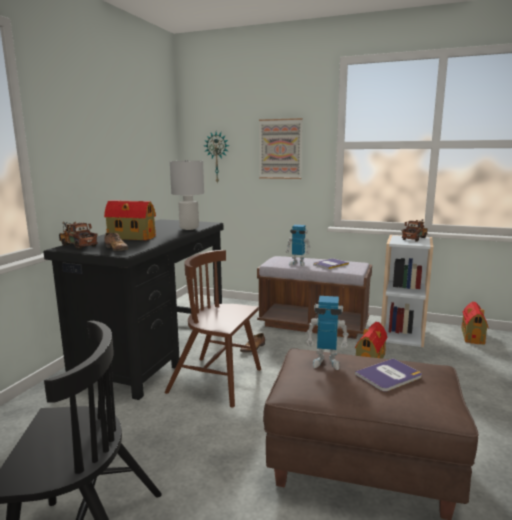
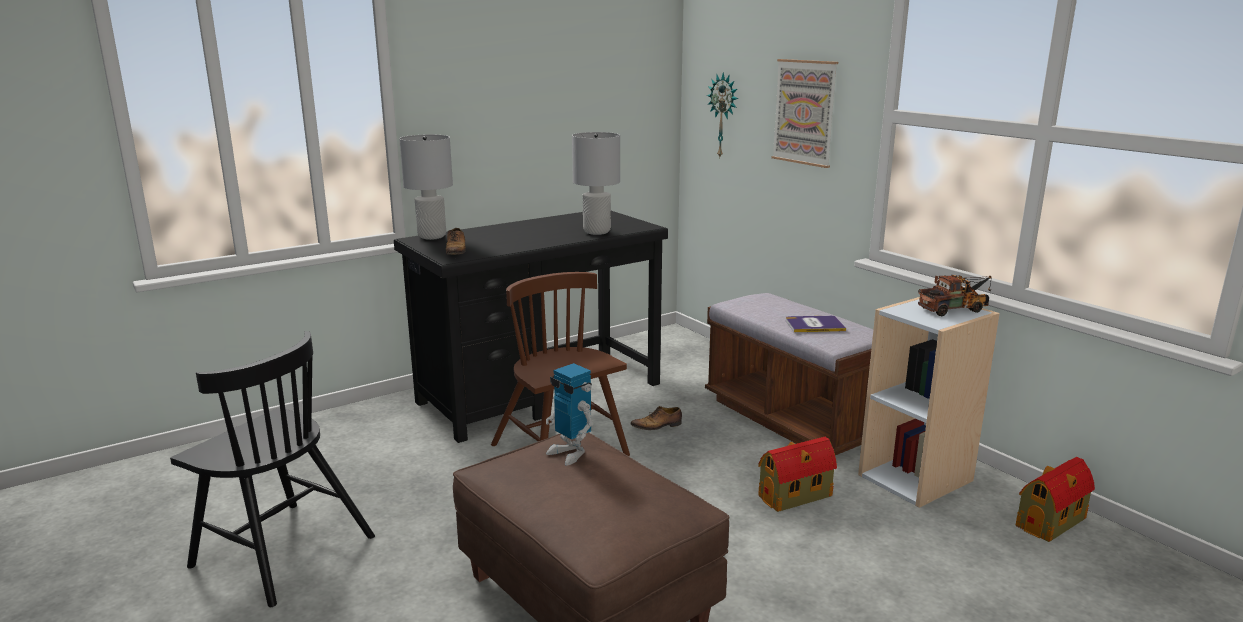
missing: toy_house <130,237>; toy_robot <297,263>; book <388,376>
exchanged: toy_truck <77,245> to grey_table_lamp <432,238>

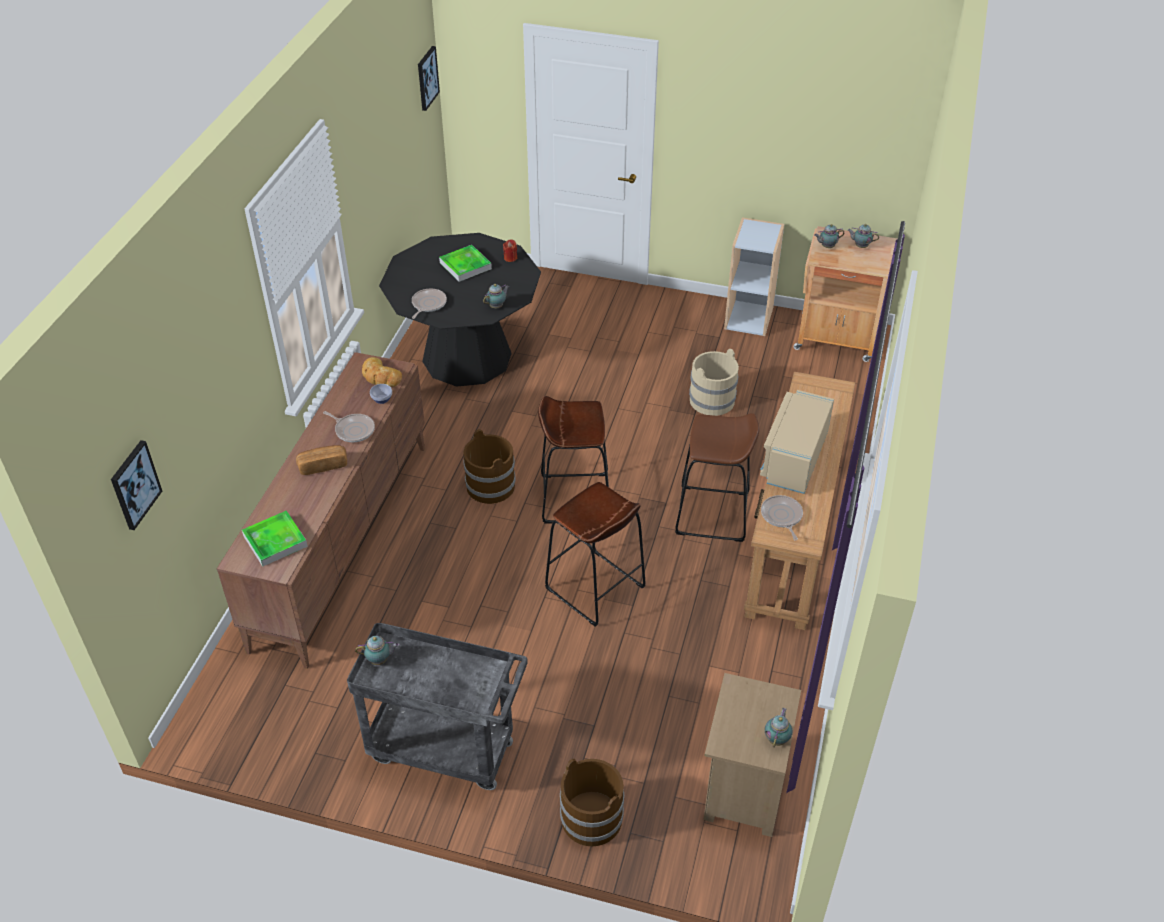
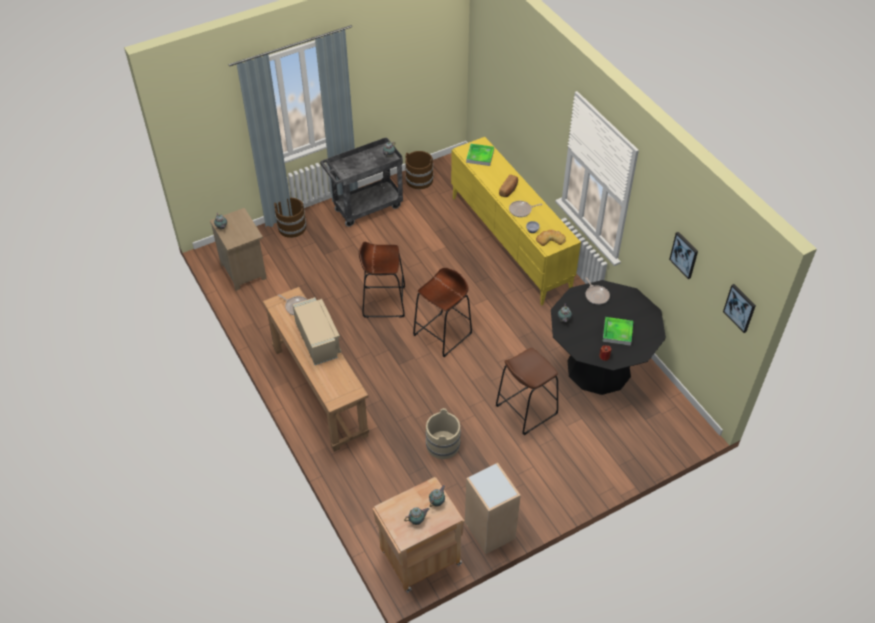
relocated: brown_stool <712,514> to <526,410>; brown_bucket <490,486> to <419,180>; picture <134,484> to <684,255>
colour: brown_cabinet <341,542> to yellow_cabinet <510,243>

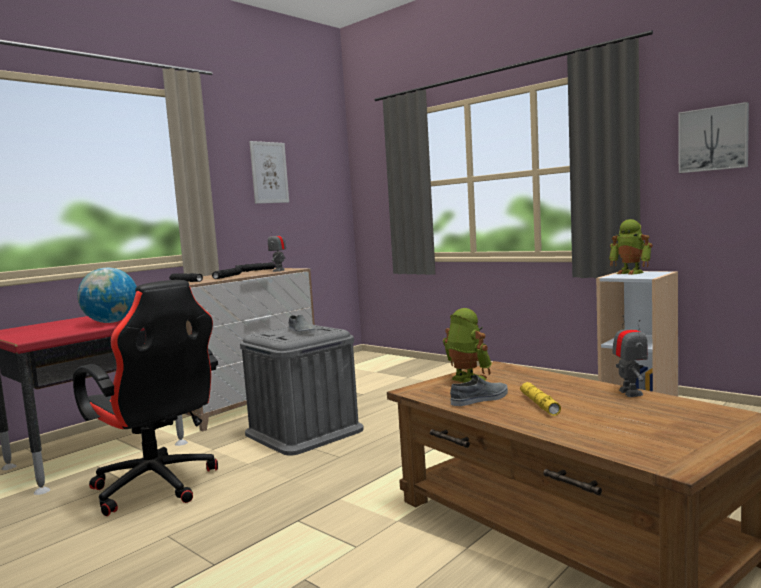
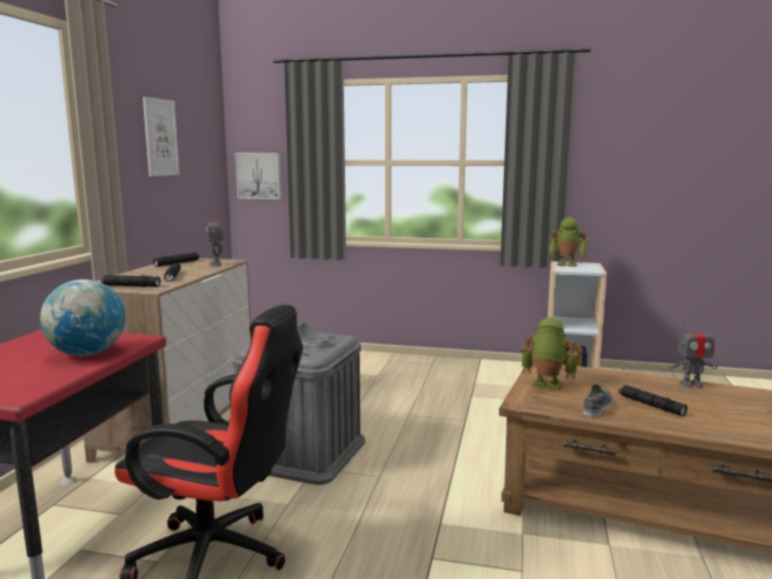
relocated: picture <713,139> to <259,175>
colour: yellow_flashlight <539,404> to black_flashlight <651,405>
spun: toy_robot <630,393> = <691,385> 120 degrees clockwise

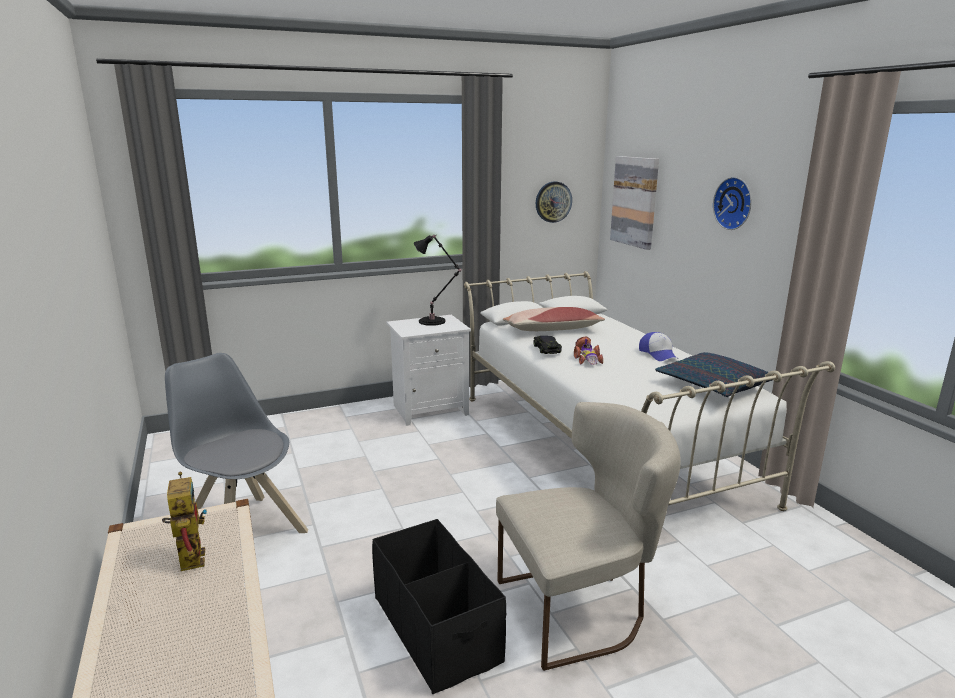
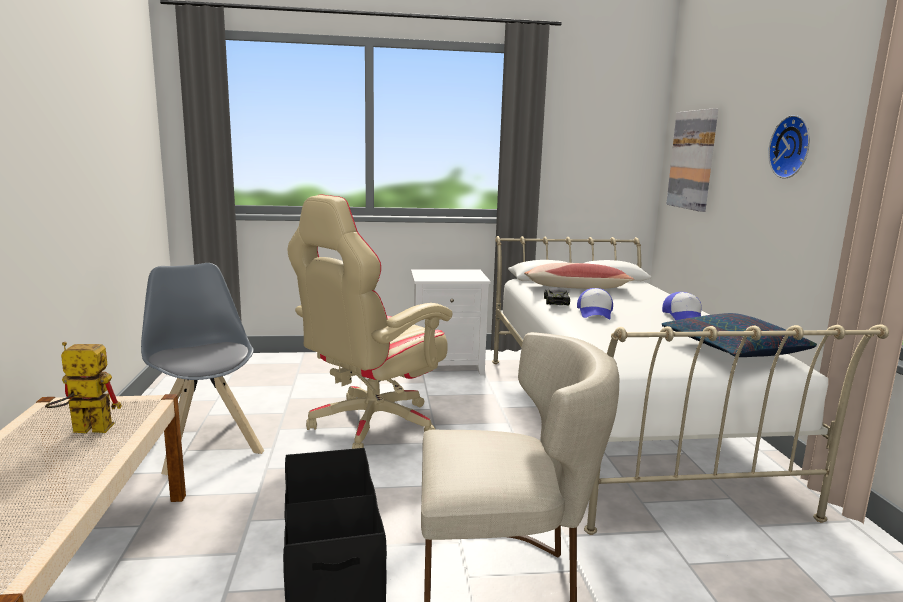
missing: wall_clock <553,202>; black_table_lamp <434,321>
appeared: beige_office_chair <373,423>
exchanged: toy_car <587,359> to cap <595,313>
spun: toy_robot <189,555> = <83,430> 90 degrees counterclockwise

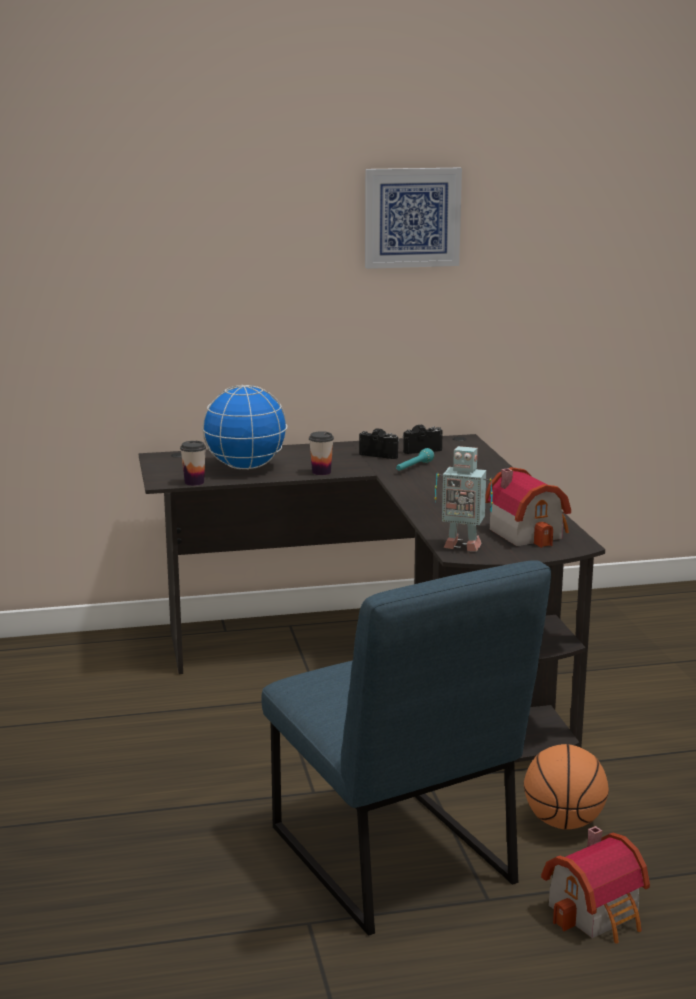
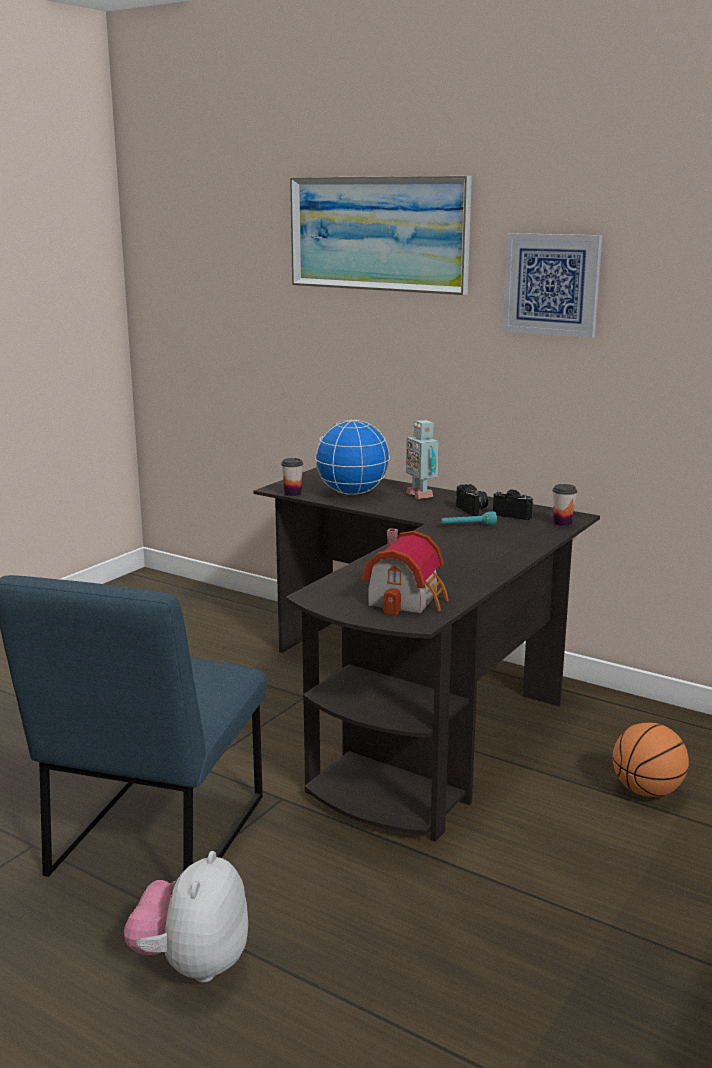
appeared: picture <378,233>
relocated: cup <321,472> to <562,523>; toy_robot <461,545> to <421,495>; basketball <563,822> to <646,791>
exchanged: toy_house <598,913> to plush_toy <193,964>

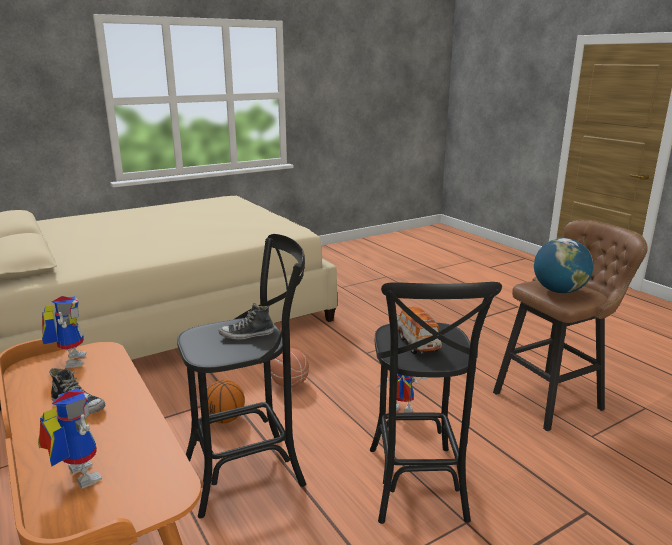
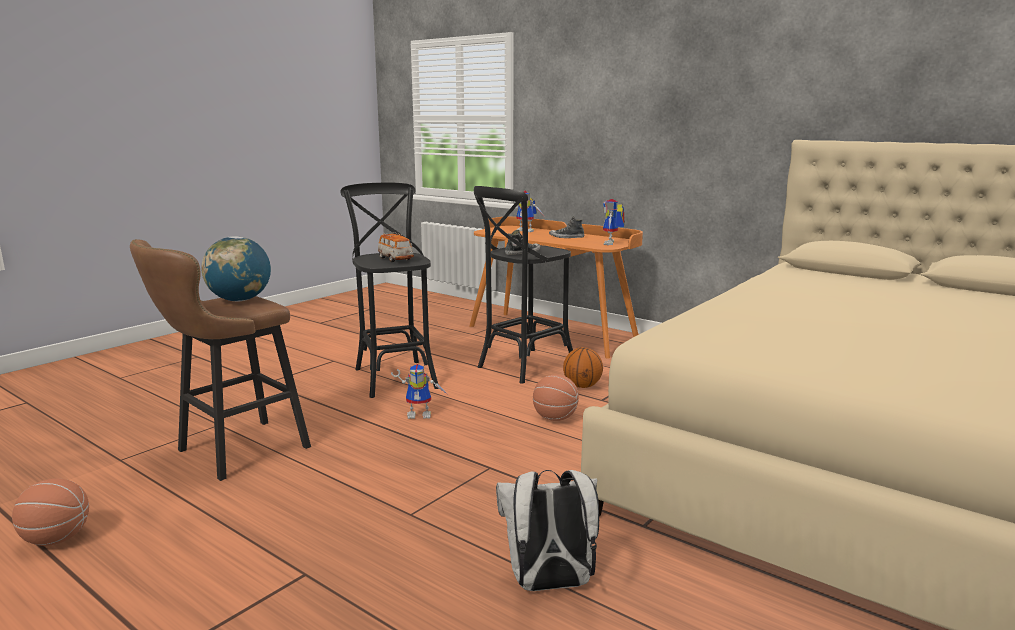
appeared: white_backpack <549,585>; basketball <56,539>
spun: toy_robot <71,360> = <612,244> 45 degrees clockwise

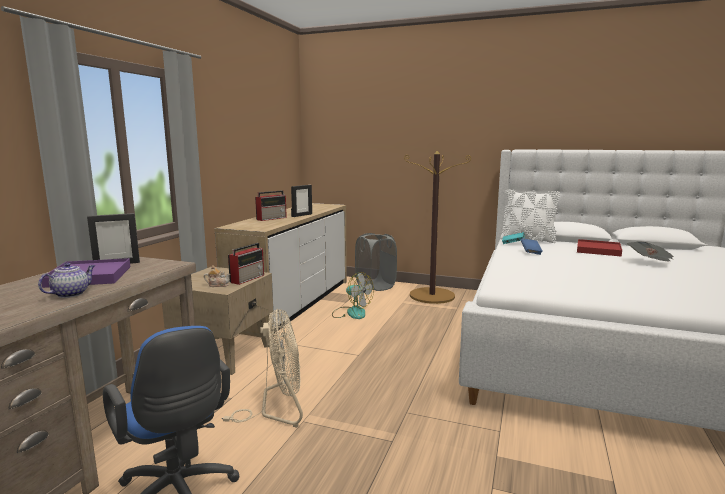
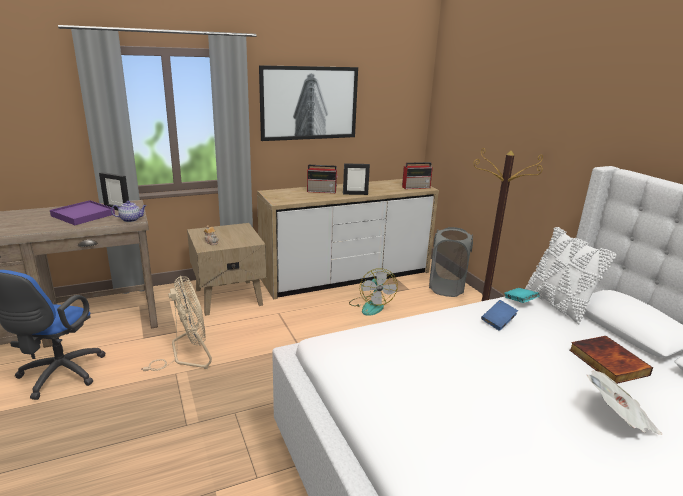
appeared: picture <309,103>
relocated: radio <248,278> to <416,187>; teapot <71,294> to <131,219>
exchanged: red_tray <598,250> to book <606,362>
spun: beige_fan <277,404> = <186,352> 60 degrees counterclockwise

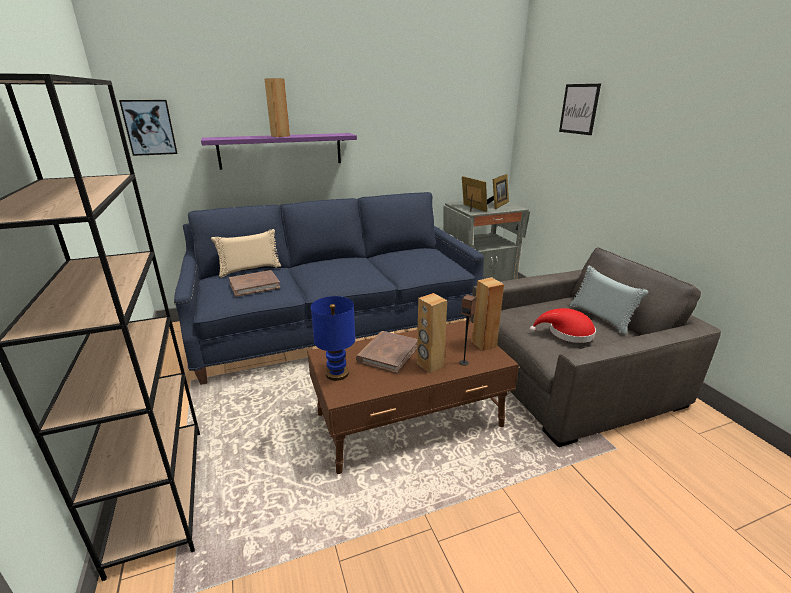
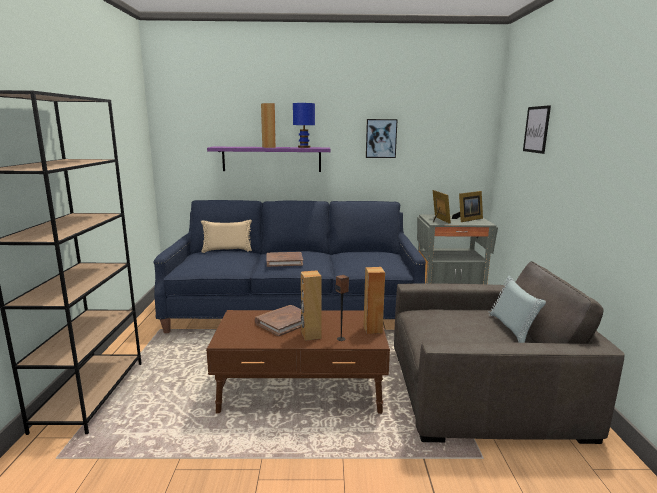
missing: red_hat <567,333>
relocated: picture <149,127> to <381,138>; brown_book <254,285> to <284,261>; blue_table_lamp <336,374> to <303,147>

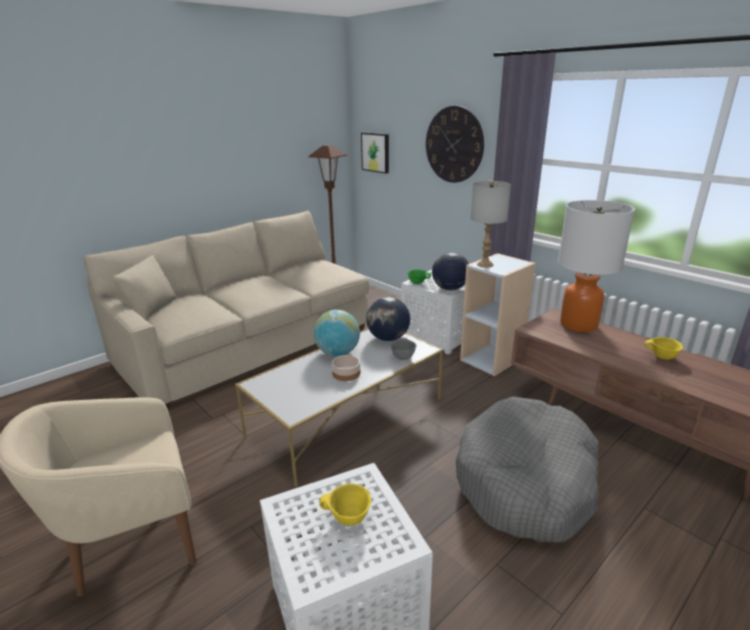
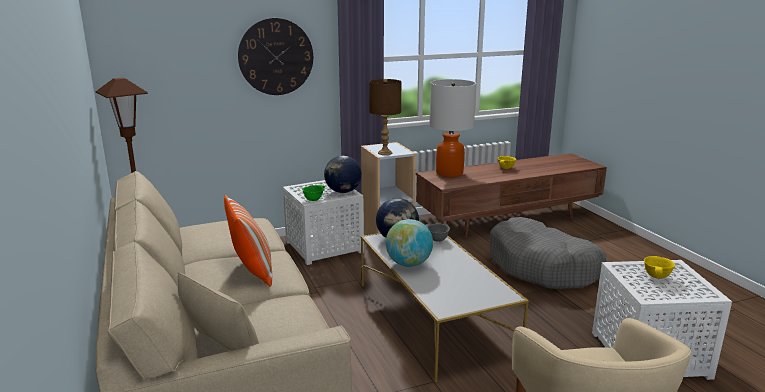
missing: picture <376,152>; bowl <346,373>
appeared: pillow <252,271>
colour: grey_table_lamp <484,265> to brown_table_lamp <385,153>

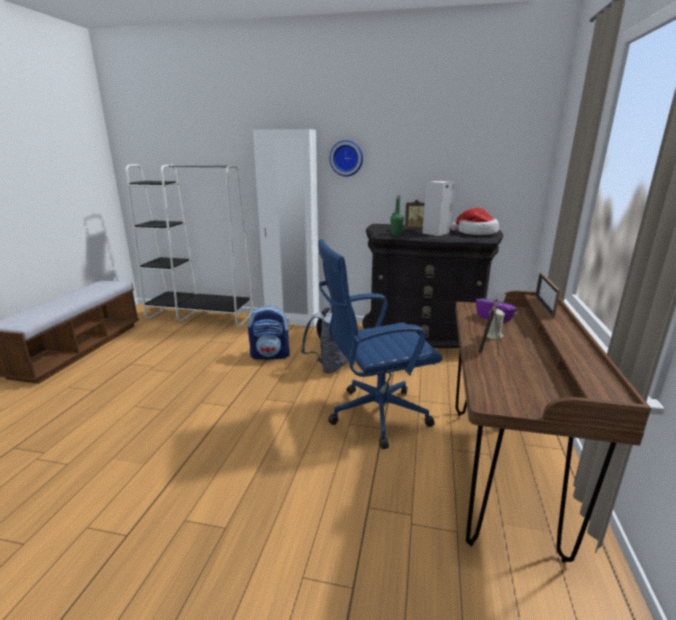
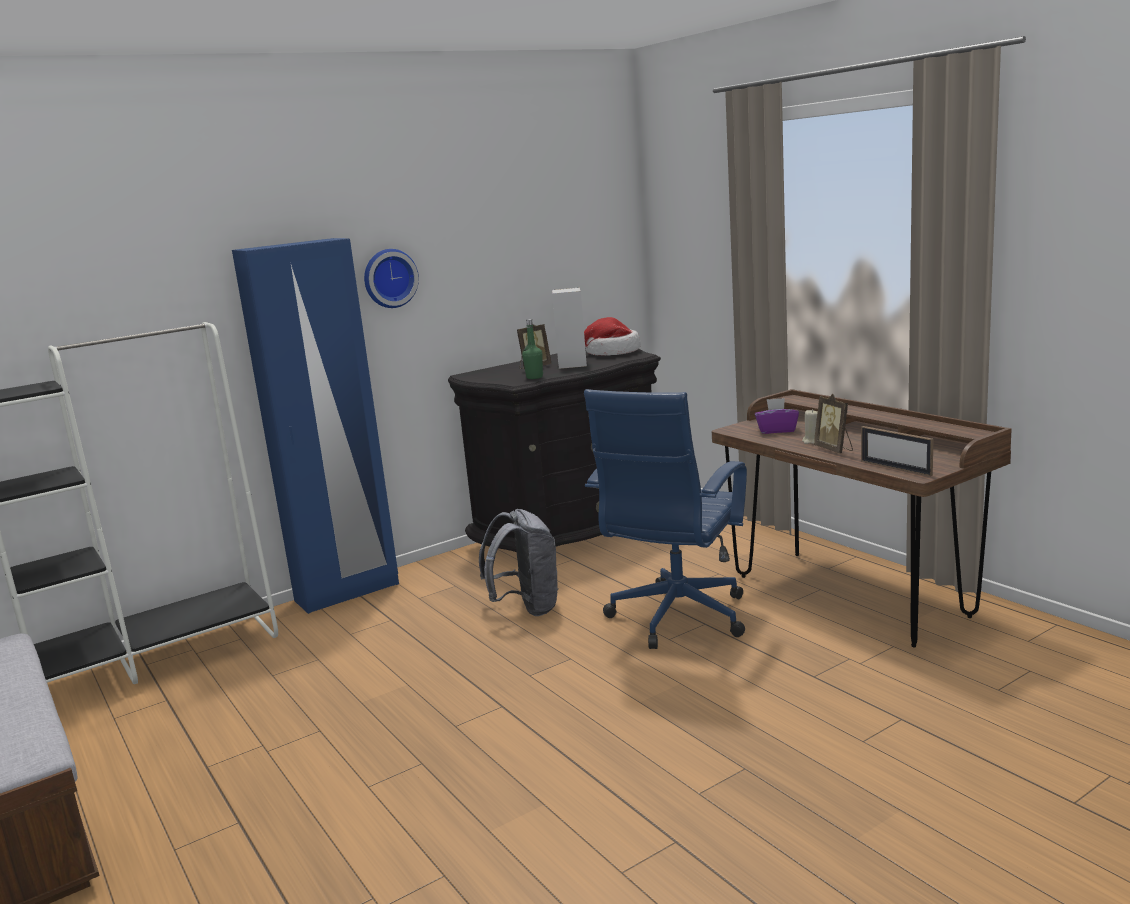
missing: backpack <270,355>
relocated: picture_frame <544,306> to <895,468>
colour: white_wardrobe <292,321> to blue_wardrobe <347,593>

